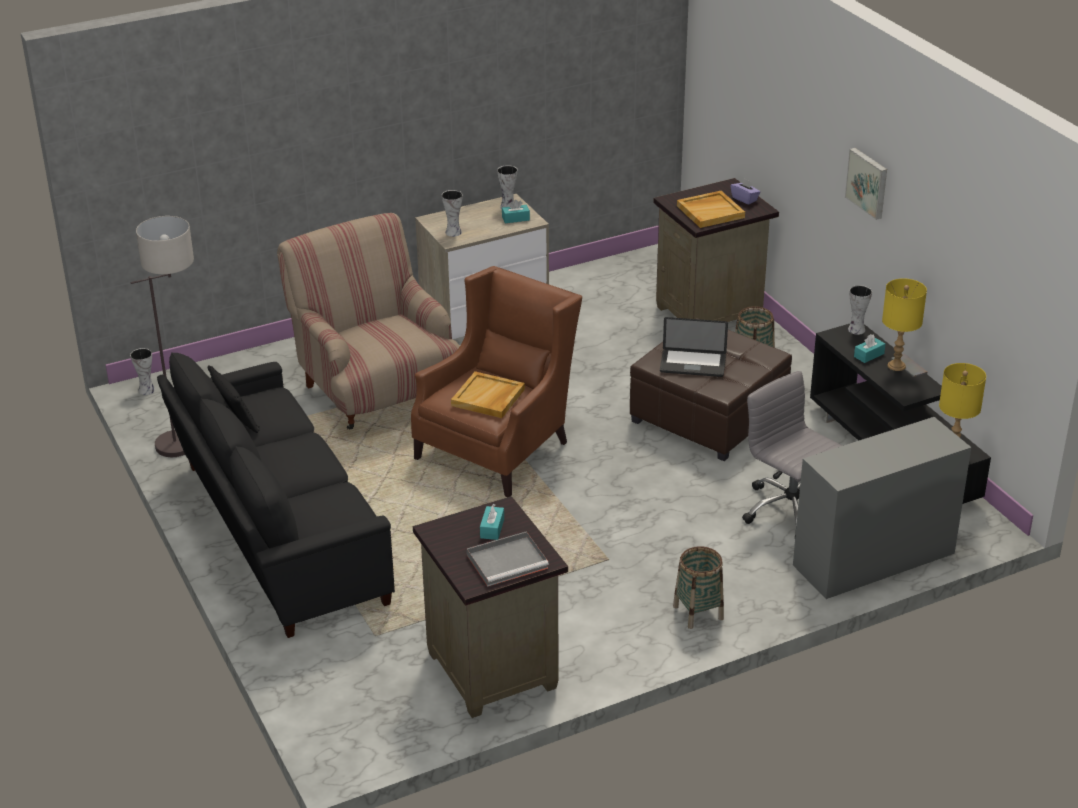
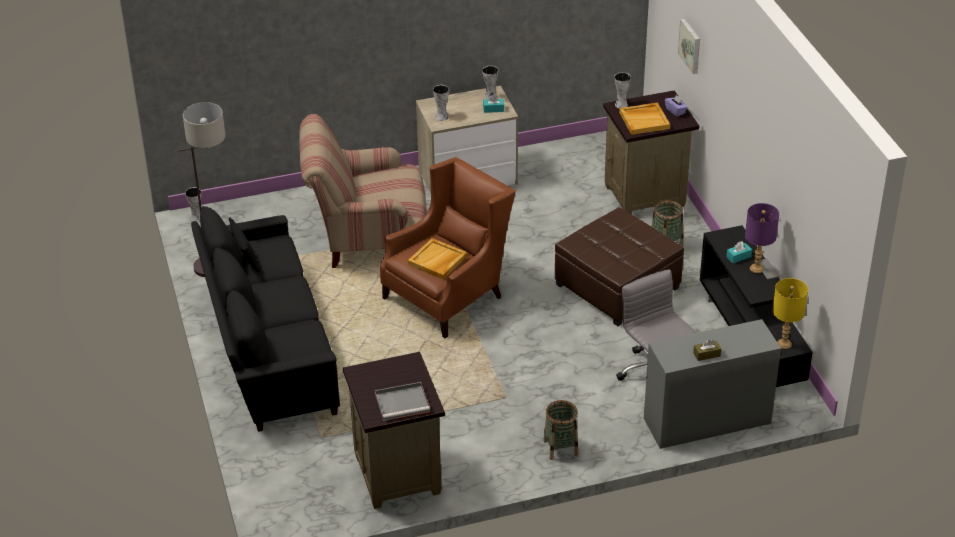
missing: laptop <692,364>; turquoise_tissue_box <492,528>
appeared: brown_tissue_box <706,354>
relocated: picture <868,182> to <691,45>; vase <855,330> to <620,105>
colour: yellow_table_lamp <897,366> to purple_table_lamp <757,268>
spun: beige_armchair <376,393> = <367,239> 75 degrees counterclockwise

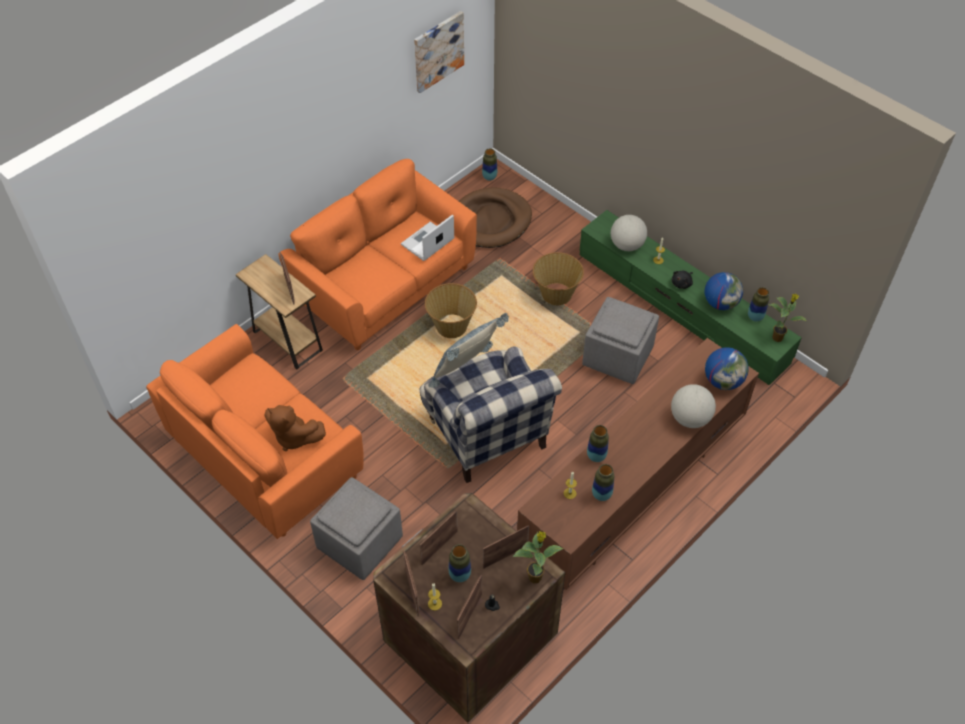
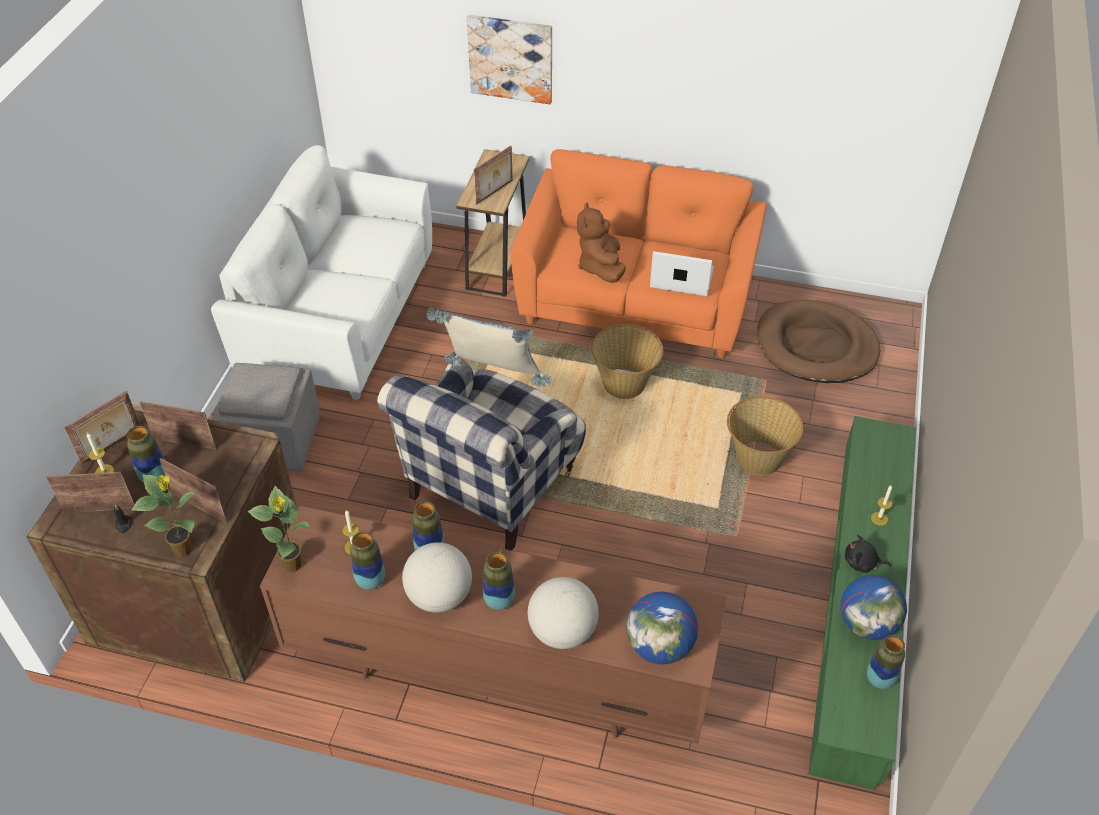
missing: grey_ottoman <618,357>
relocated: picture <438,51> to <511,58>; vase <489,177> to <499,601>; globe <627,245> to <439,596>; potted_plant <778,337> to <293,565>; brown_plush_toy <294,437> to <600,267>
colour: orange_sofa <265,455> to white_sofa <340,318>

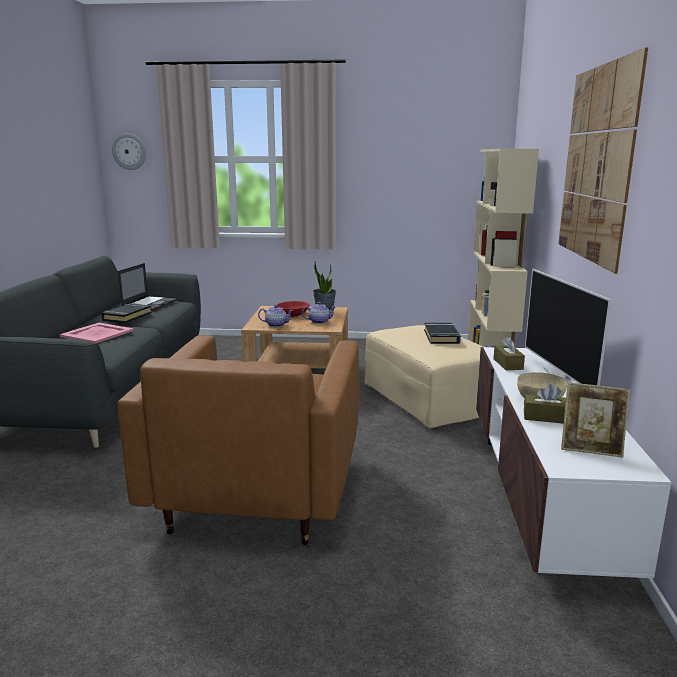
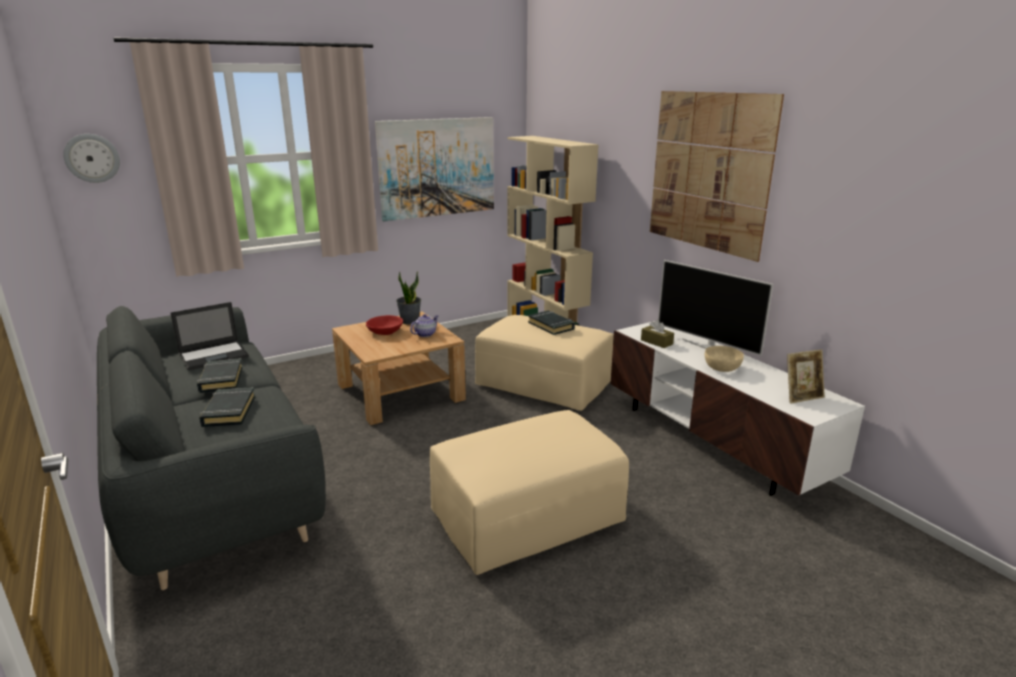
missing: teapot <276,325>; brown_tissue_box <546,417>
appeared: picture <437,168>
exchanged: pink_tray <96,333> to black_book <229,411>; brown_armchair <258,490> to beige_ottoman <527,517>
spun: laptop <150,304> = <214,355> 75 degrees clockwise

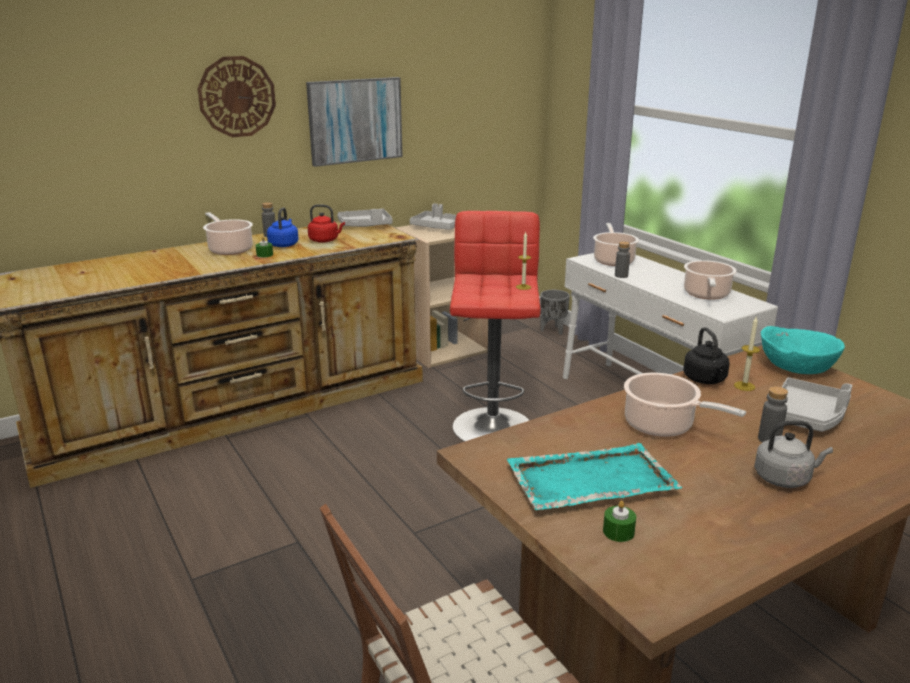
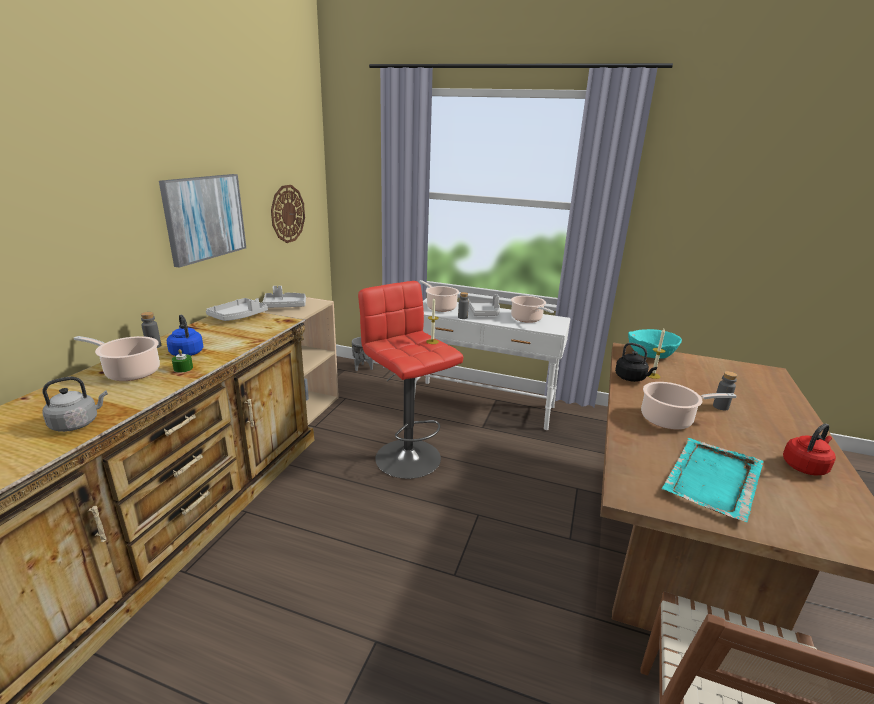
missing: green_candle <618,532>
relocated: wall_clock <237,97> to <287,214>; red_kettle <325,240> to <805,466>; grey_tray <808,416> to <484,312>; grey_kettle <784,478> to <77,423>

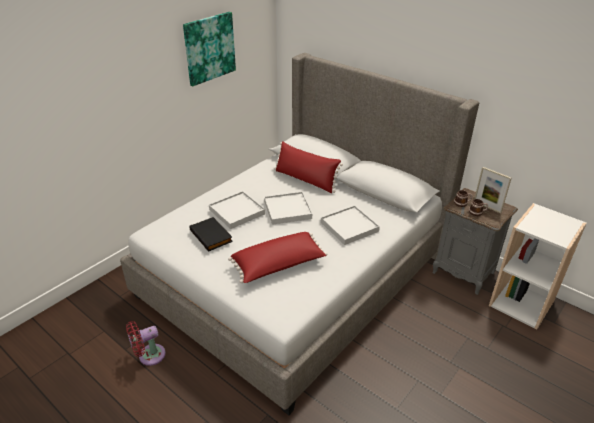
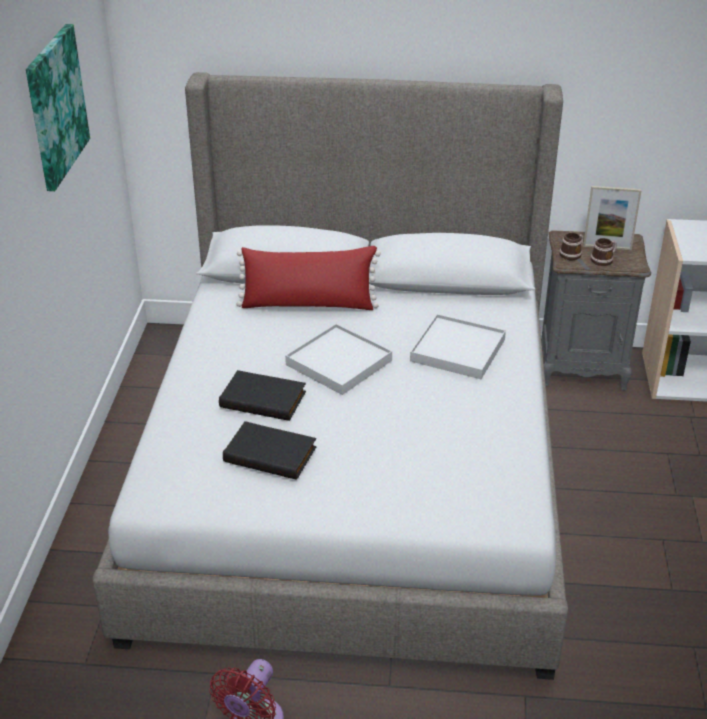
missing: red_pillow <278,266>
exchanged: white_tray <237,212> to black_book <264,398>

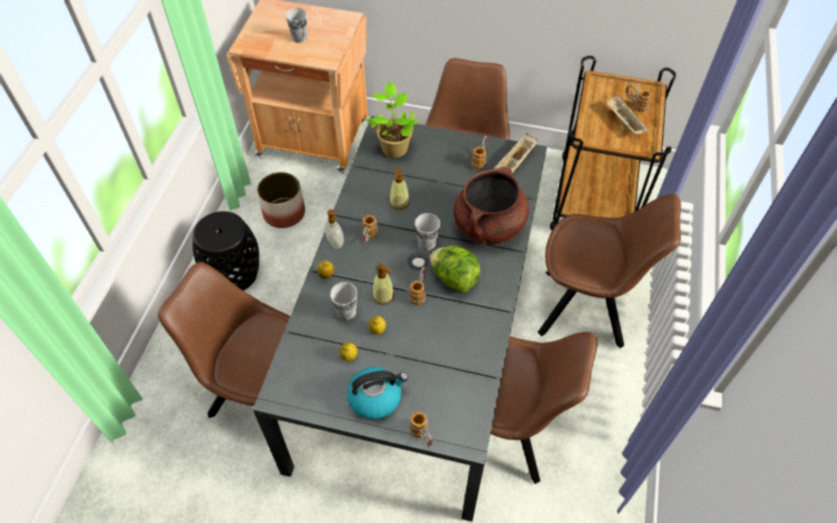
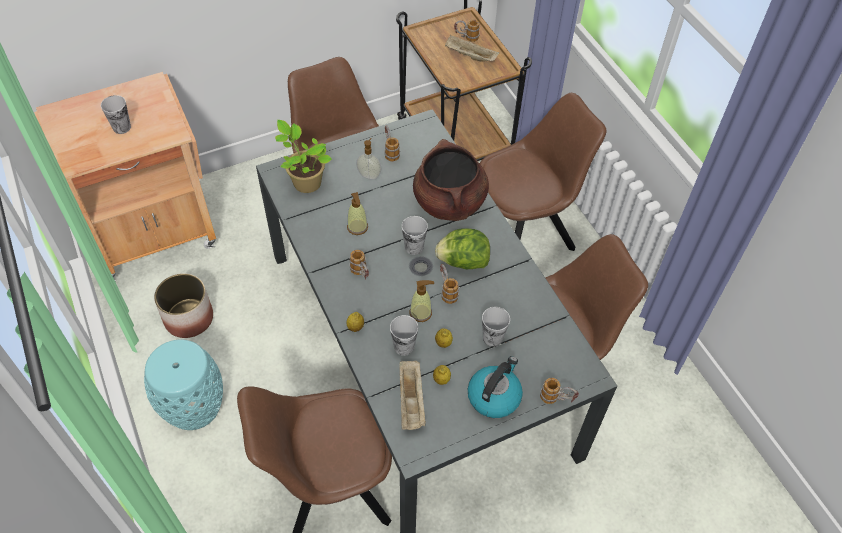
appeared: cup <492,338>
relocated: beige_tray <515,162> to <411,401>; soap_dispenser <336,242> to <369,175>
colour: black_stool <234,274> to turquoise_stool <193,406>

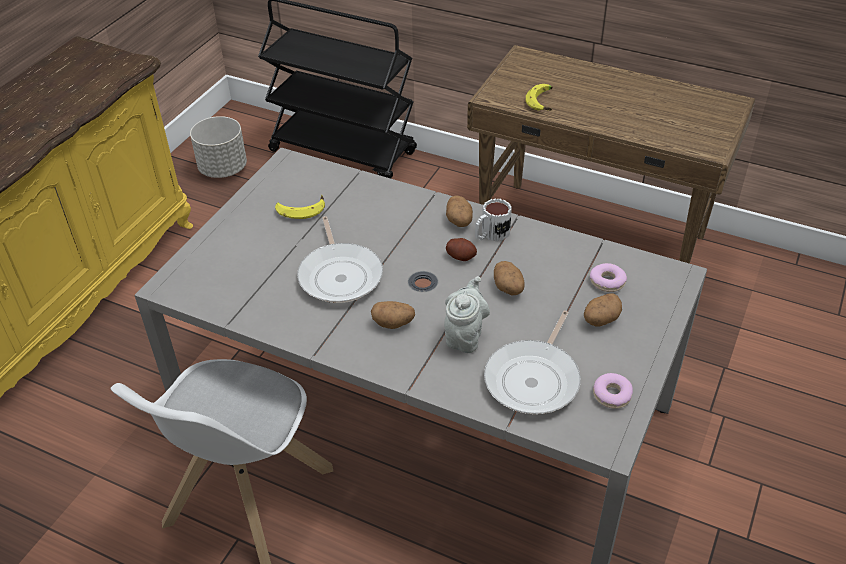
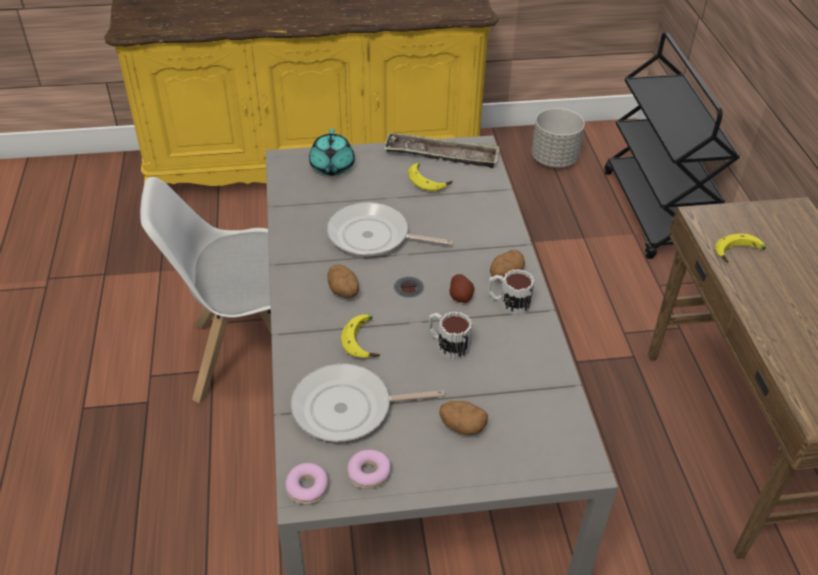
appeared: turquoise_teapot <332,167>; tray <441,155>
relocated: donut <607,282> to <307,487>
exchanged: potato <508,288> to mug <447,344>; grey_teapot <465,335> to banana <365,341>
spun: frying_pan <340,275> = <373,237> 60 degrees clockwise

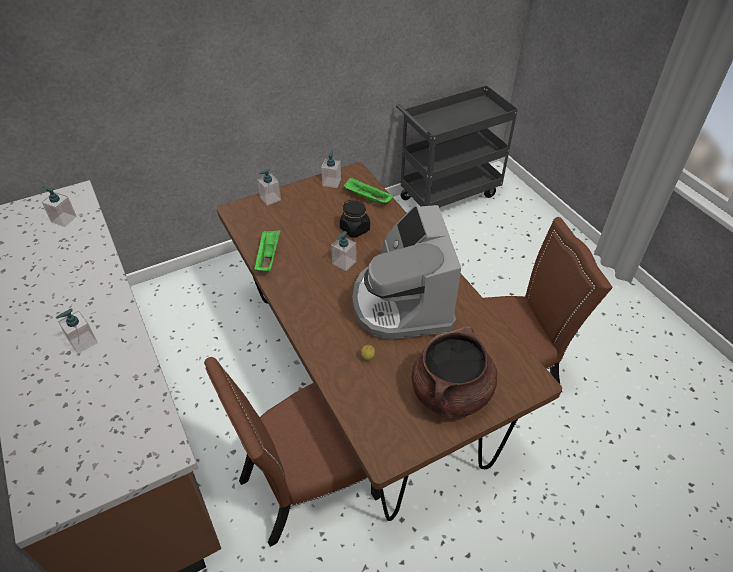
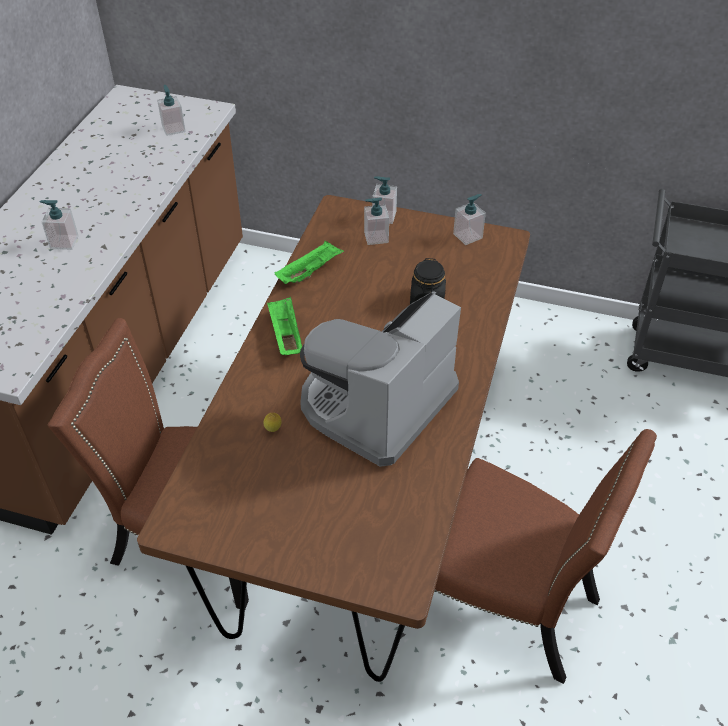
missing: brown_cooking_pot <451,393>
relocated: green_tray <367,198> to <285,335>; soap_dispenser <344,262> to <376,237>

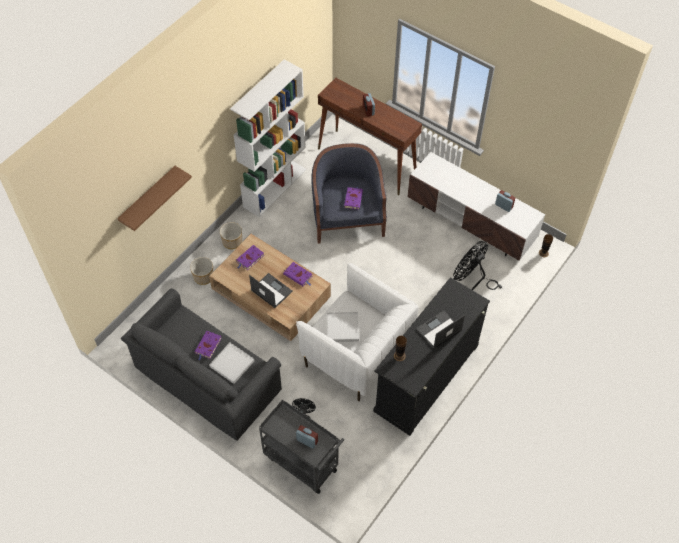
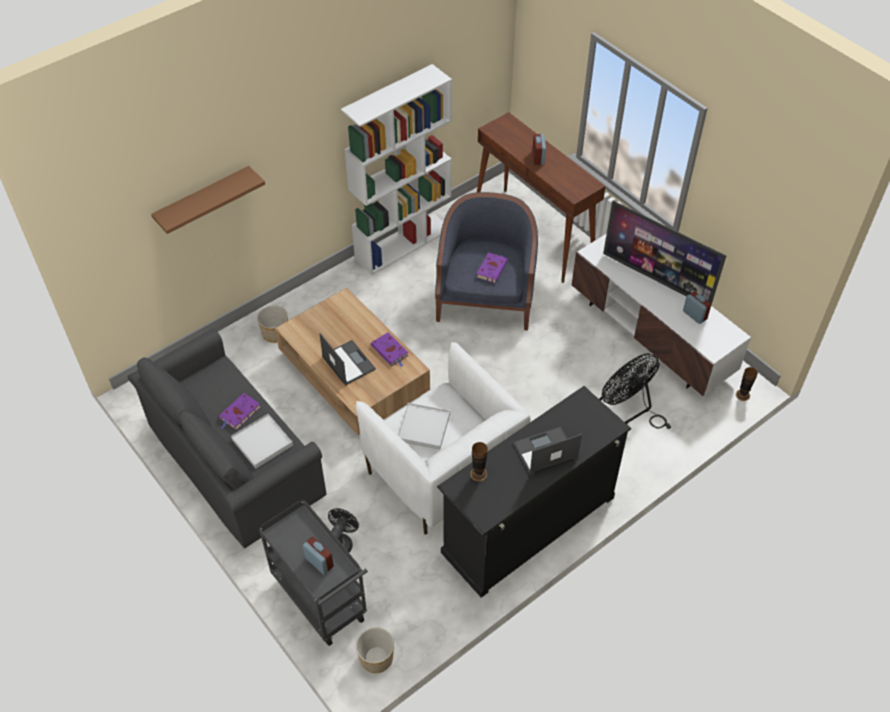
missing: purple_book <249,259>
appeared: television <657,279>
relocated: planter <232,242> to <376,658>

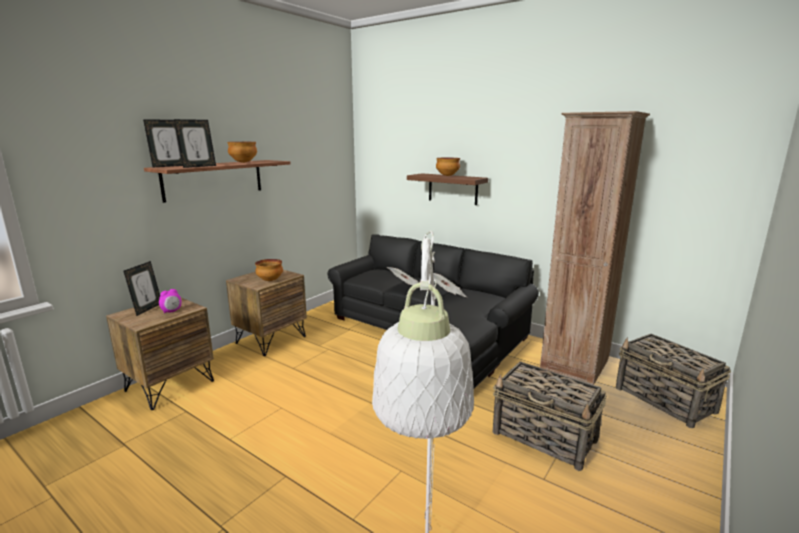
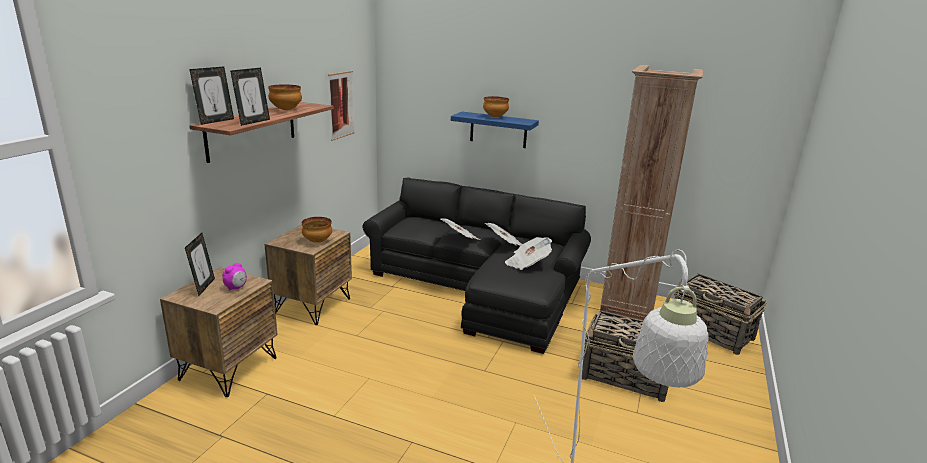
appeared: picture <341,105>; newspaper <527,264>
colour: brown_shelf <453,189> to blue_shelf <498,130>

